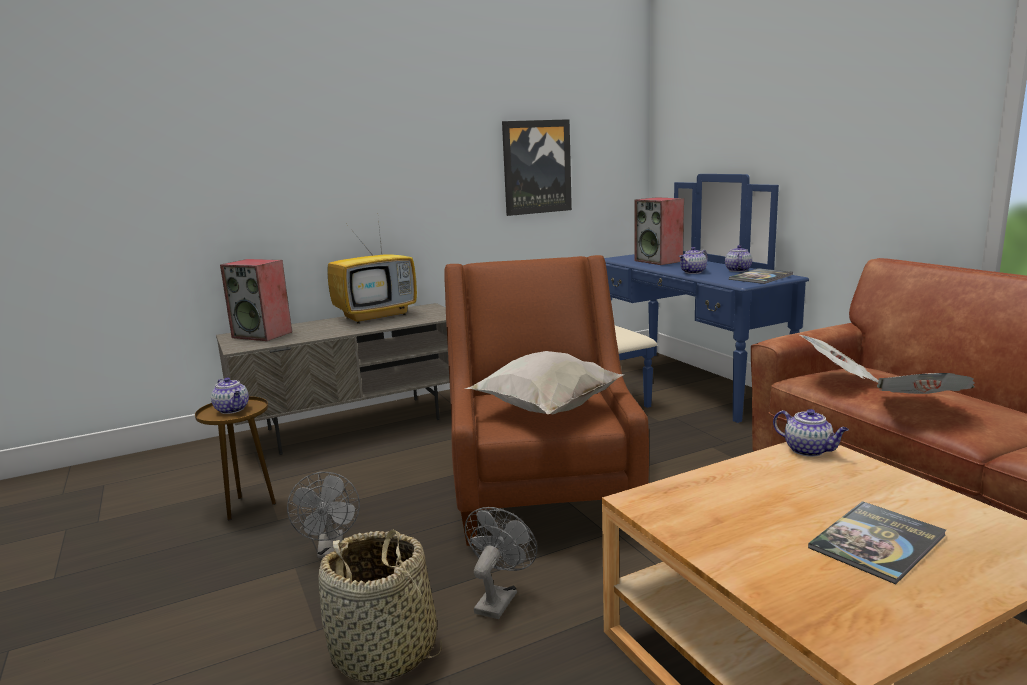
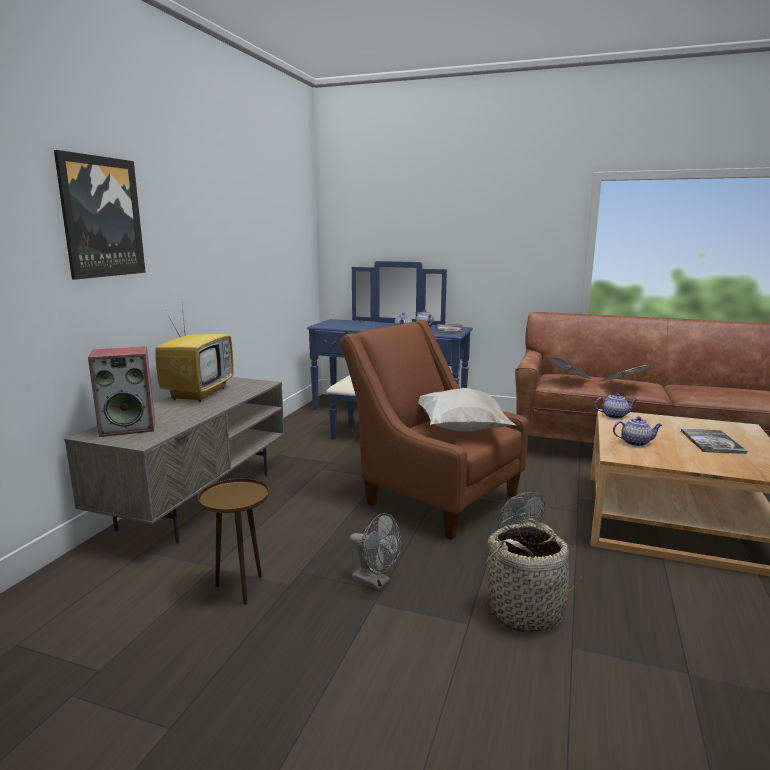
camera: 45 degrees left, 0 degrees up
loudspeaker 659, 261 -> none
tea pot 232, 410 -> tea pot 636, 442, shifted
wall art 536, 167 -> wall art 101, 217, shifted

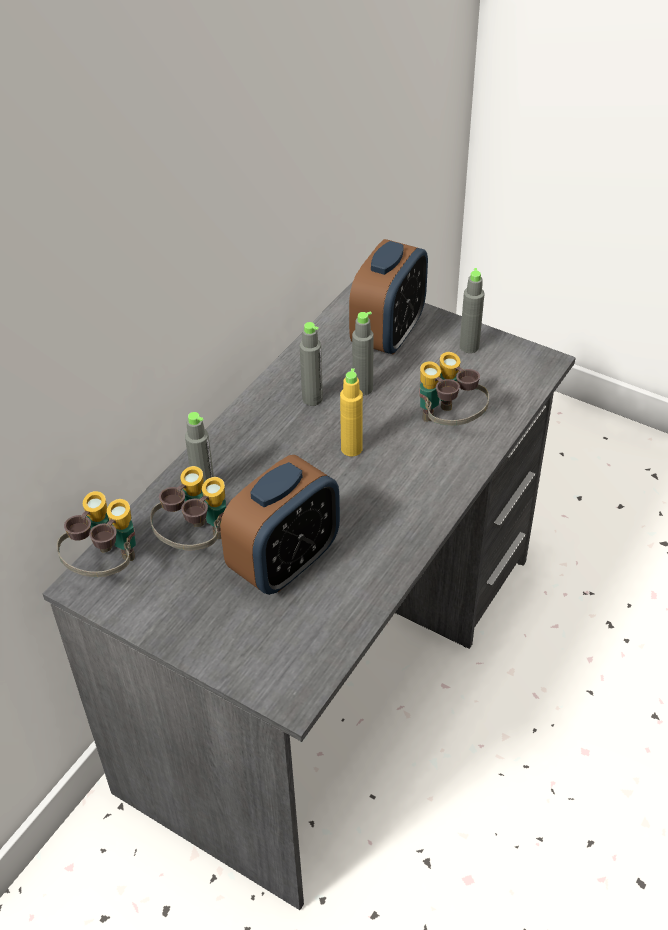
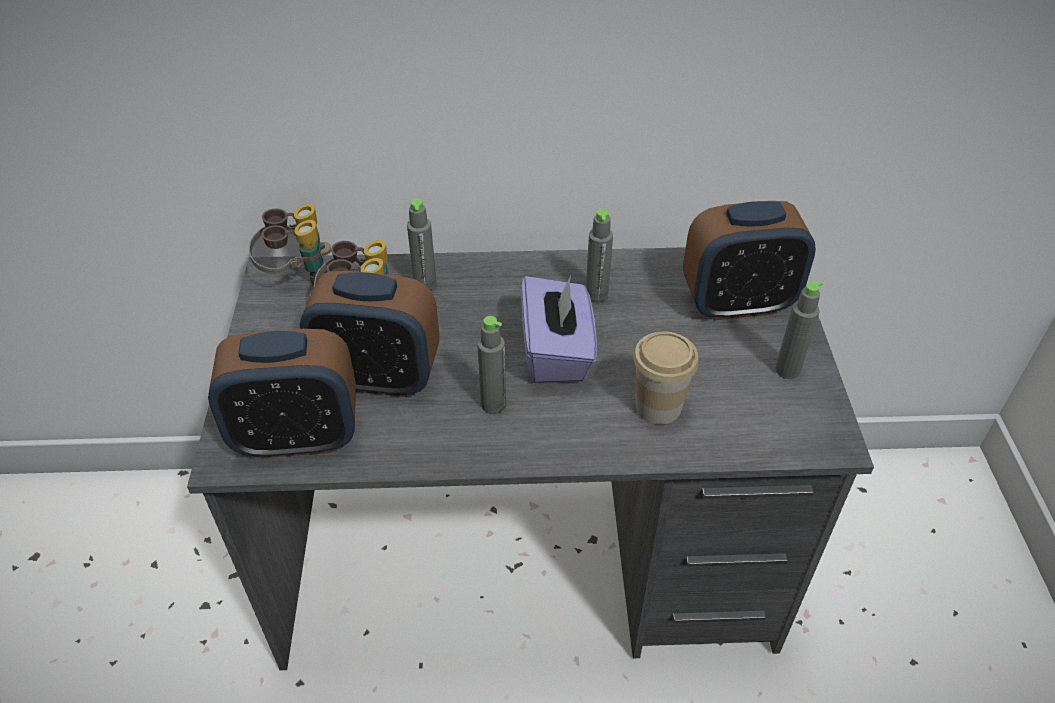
camera: 55 degrees right, 0 degrees up
none -> alarm clock 297, 437
gray drink bottle 362, 389 -> gray drink bottle 493, 404, shifted
yellow drink bottle 351, 449 -> purplish box of tissues 557, 352
pair of binoculars 448, 424 -> drinking cup 658, 406

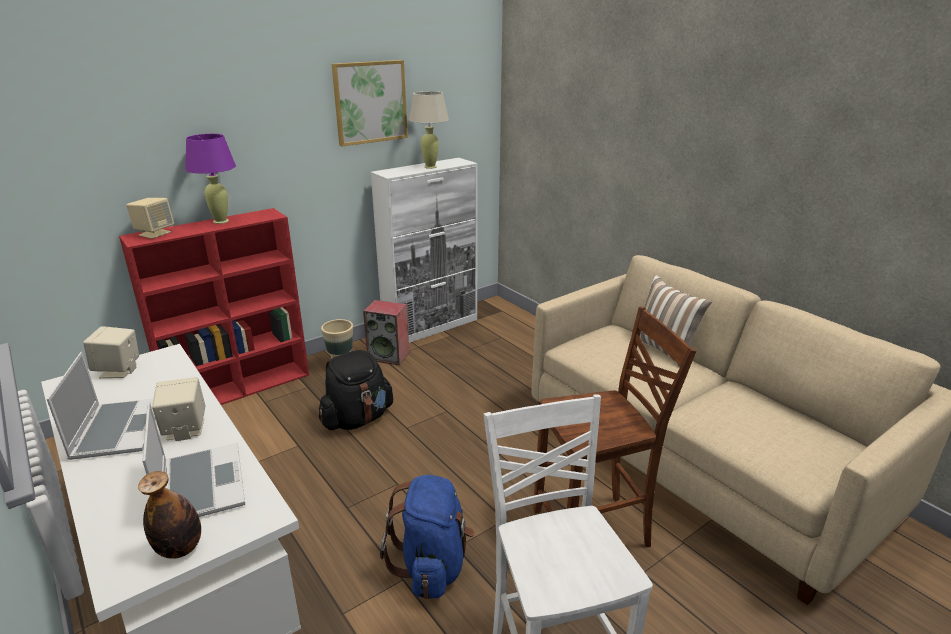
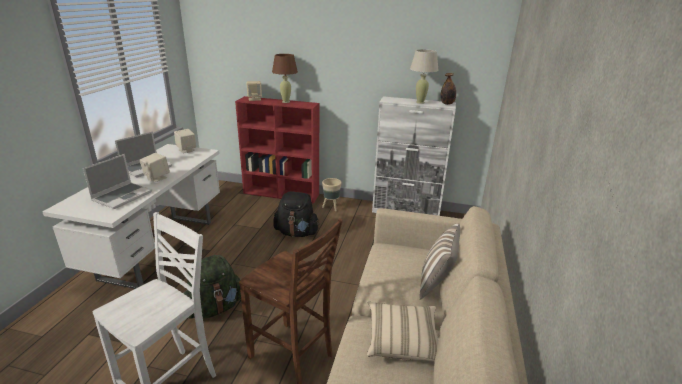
camera: 50 degrees right, 0 degrees up
wall art 370, 102 -> none
loudspeaker 389, 356 -> none
none -> sand-coloured cushion 402, 340
drink bottle 180, 548 -> drink bottle 447, 104, shifted
purplish table lamp 220, 221 -> brown-coloured table lamp 285, 102
blue-coloured rucksack 432, 565 -> greenish rucksack 215, 308

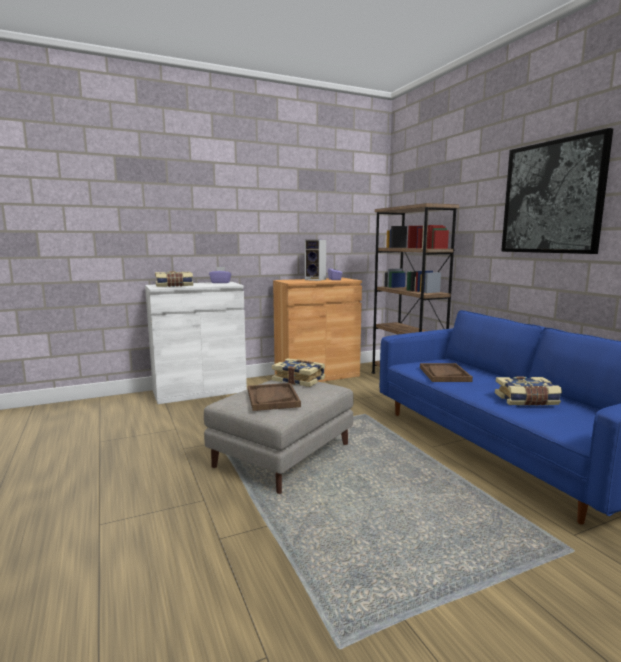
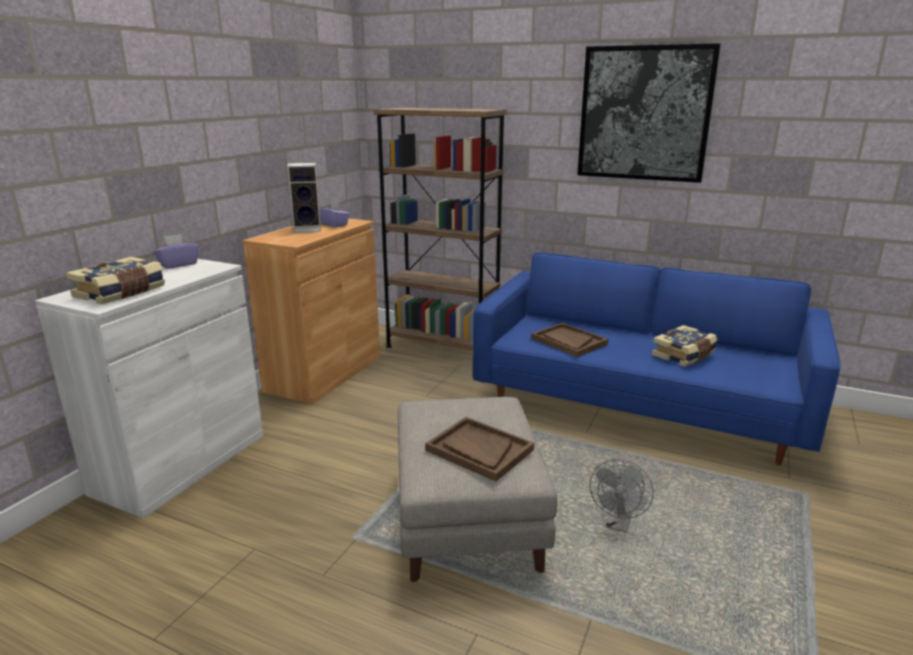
camera: 40 degrees left, 10 degrees up
book 299, 380 -> none
none -> gray cooling fan 618, 525

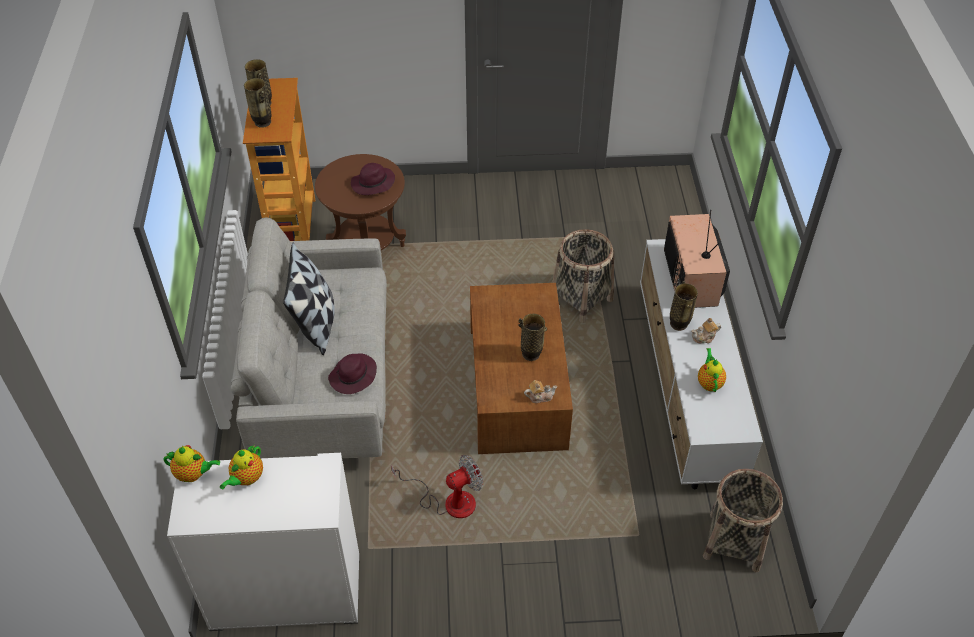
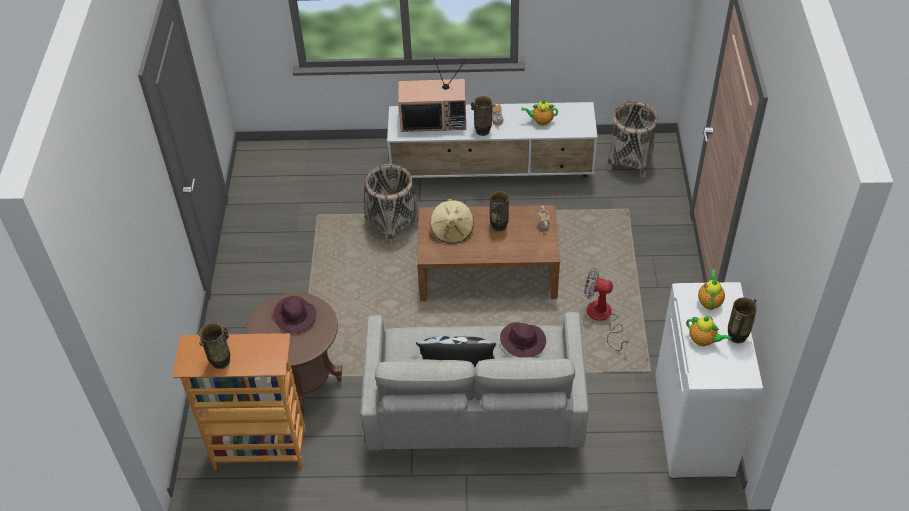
camera: 85 degrees left, 0 degrees up
none -> sand-coloured wearable hat 452, 231
tea pot 193, 474 -> tea pot 709, 301, shifted
decorative vase 262, 123 -> decorative vase 737, 336, shifted
cooling fan 449, 501 -> cooling fan 603, 318, 45 degrees counterclockwise

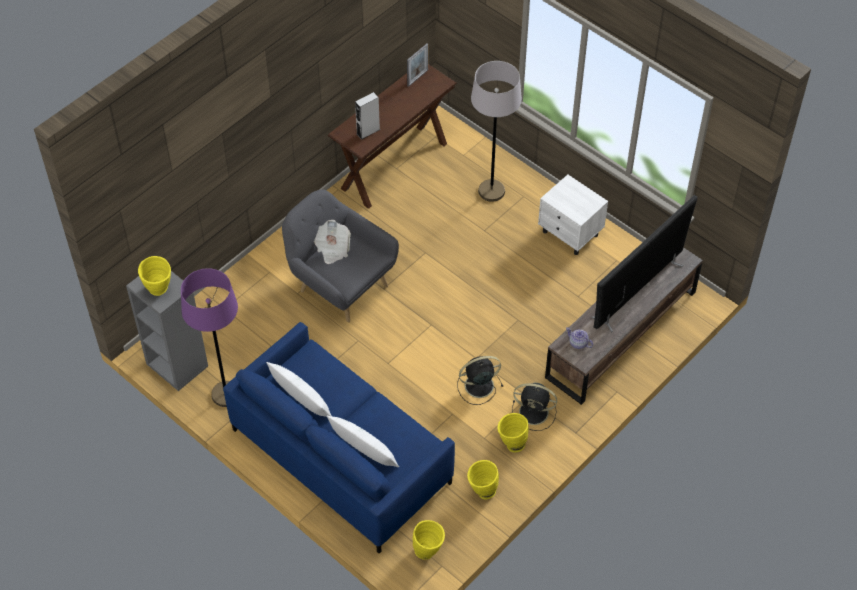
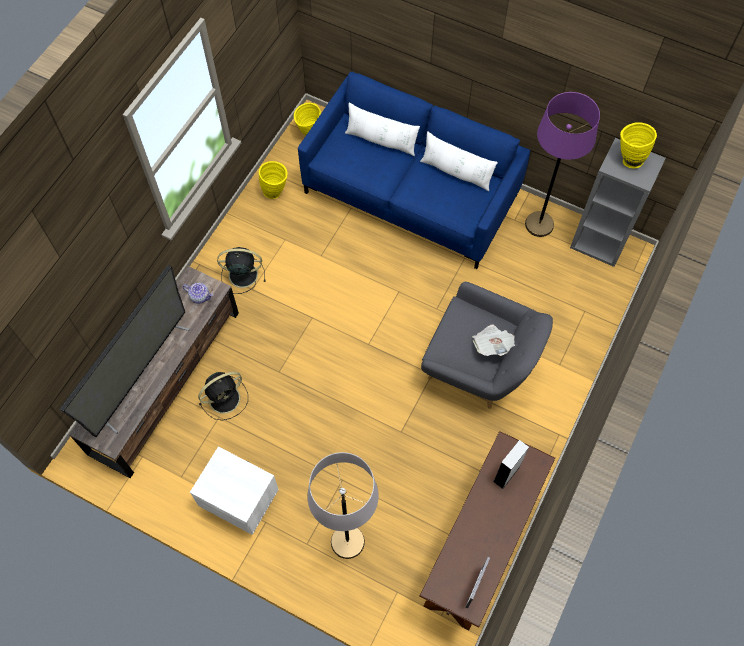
camera: 165 degrees right, 10 degrees up
yellow decorative vase 511, 444 -> none
black cooling fan 477, 386 -> black cooling fan 225, 398, shifted

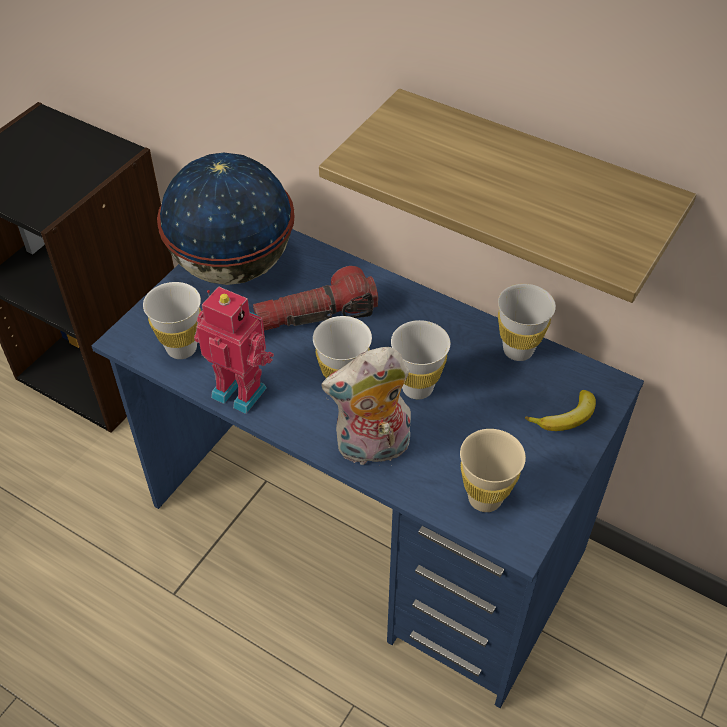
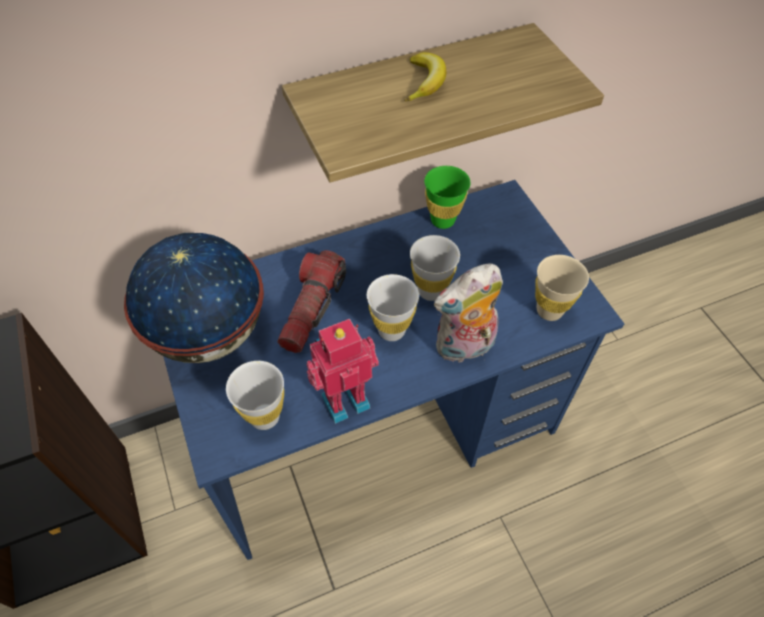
camera: 55 degrees left, 5 degrees up
banana 566, 418 -> banana 425, 82, shifted
whitish drinking cup 518, 350 -> greenish drinking cup 442, 220
cuddly toy 372, 449 -> cuddly toy 464, 348, 45 degrees clockwise

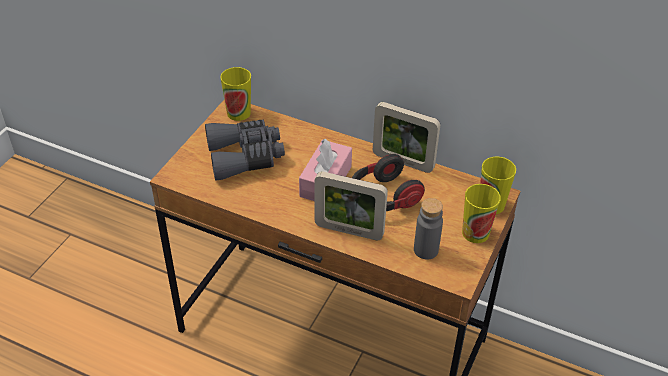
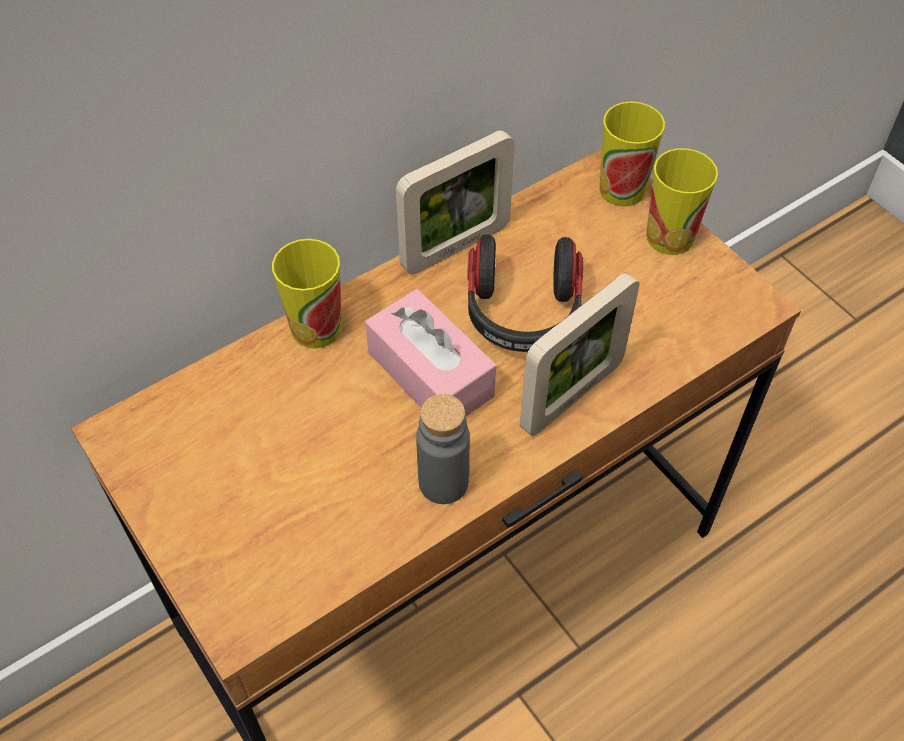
camera: 60 degrees left, 10 degrees up
gray pair of binoculars 245, 156 -> none
drinking cup 238, 113 -> drinking cup 316, 328, shifted
gray drink bottle 426, 250 -> gray drink bottle 443, 482, shifted

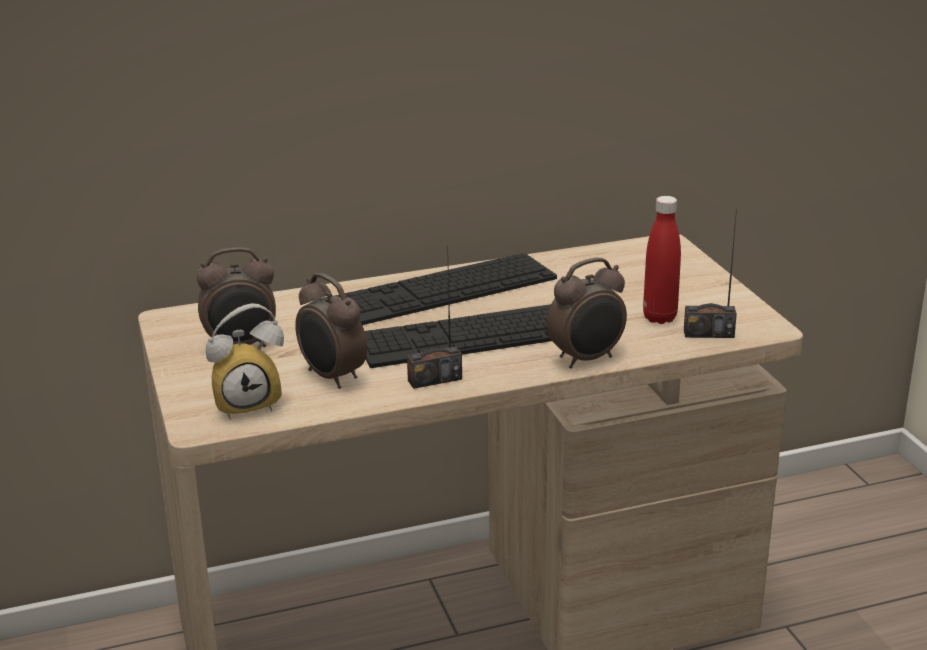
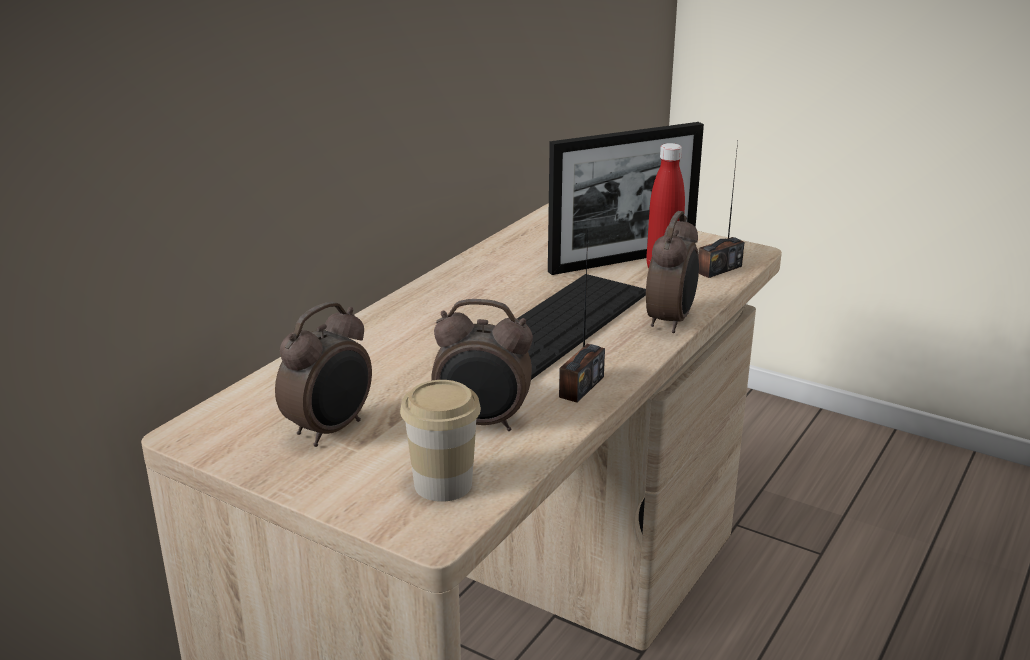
camera: 40 degrees left, 0 degrees up
computer keyboard 442, 290 -> none
none -> picture frame 622, 260
alarm clock 248, 403 -> drinking cup 443, 484

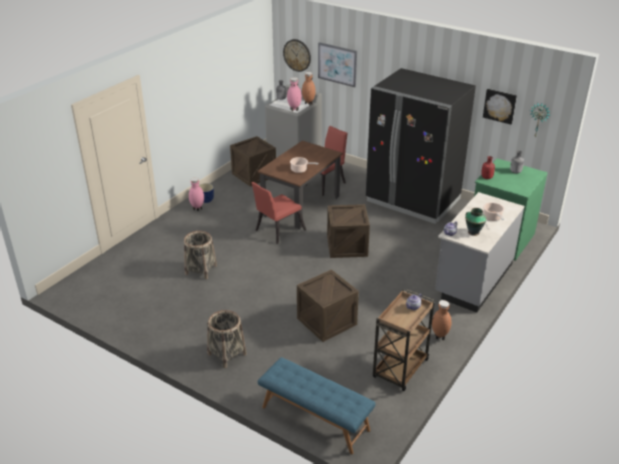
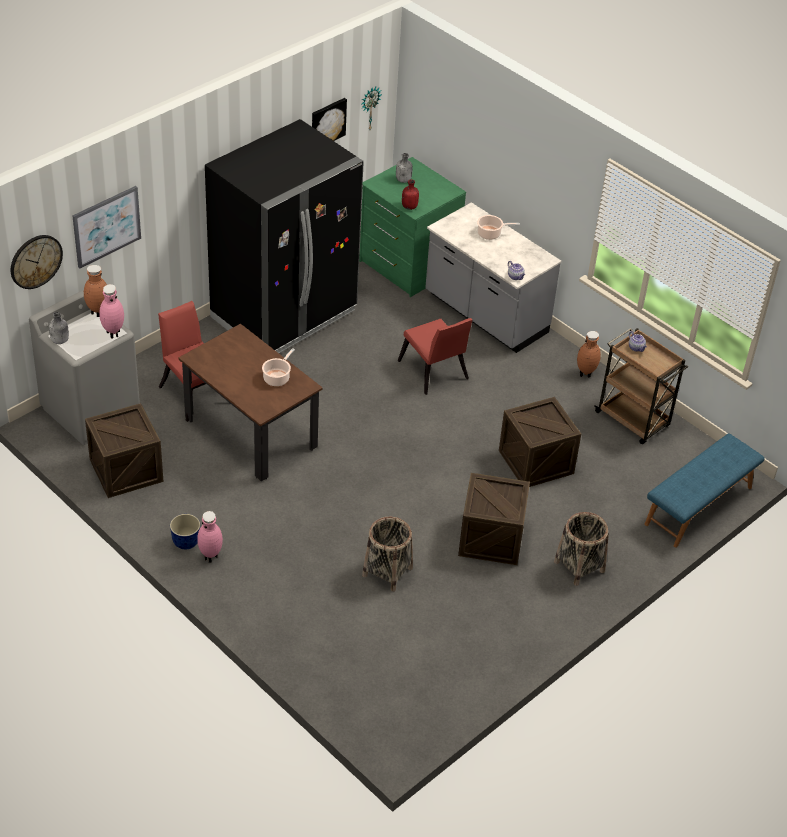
camera: 80 degrees left, 10 degrees up
decorative vase 473, 232 -> none
red-coloured upright chair 277, 231 -> red-coloured upright chair 434, 373, shifted
crate 347, 246 -> crate 491, 538, shifted

